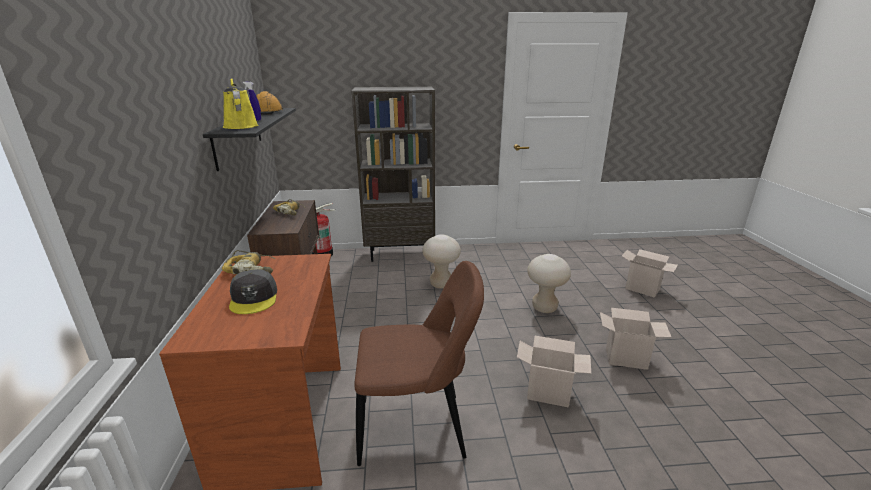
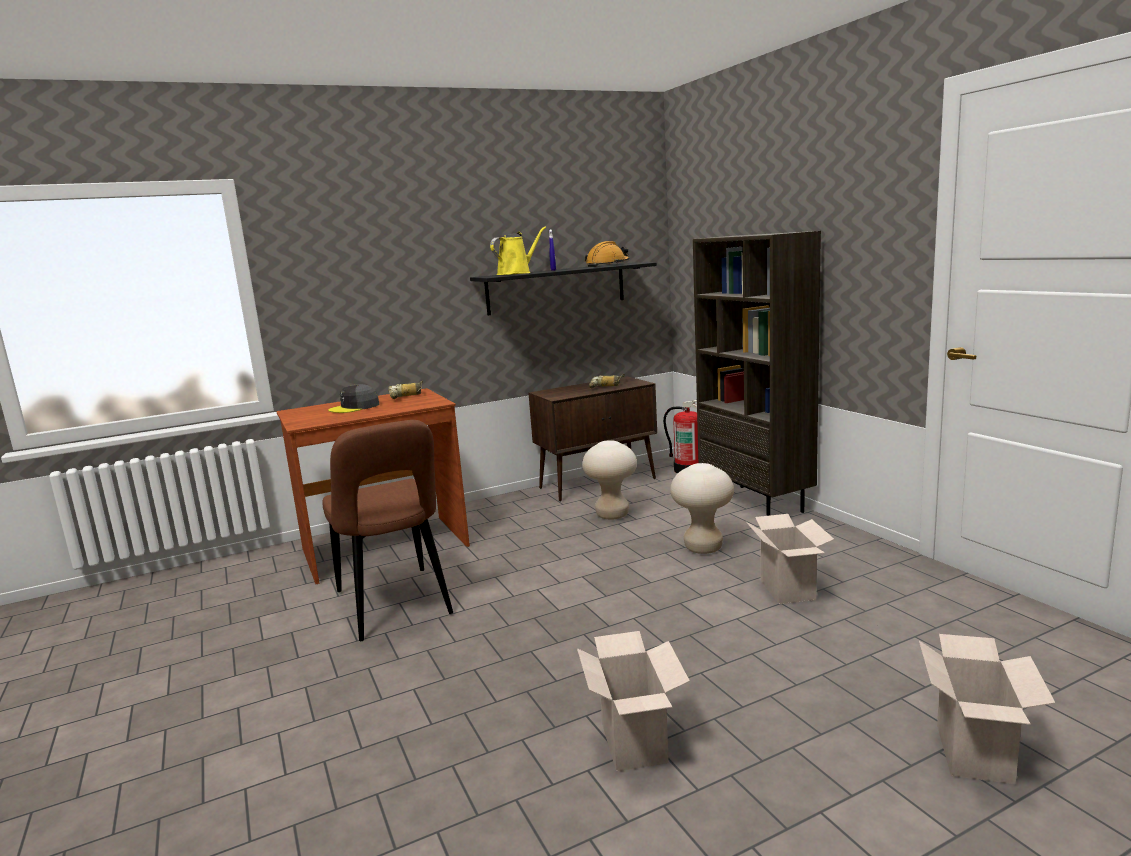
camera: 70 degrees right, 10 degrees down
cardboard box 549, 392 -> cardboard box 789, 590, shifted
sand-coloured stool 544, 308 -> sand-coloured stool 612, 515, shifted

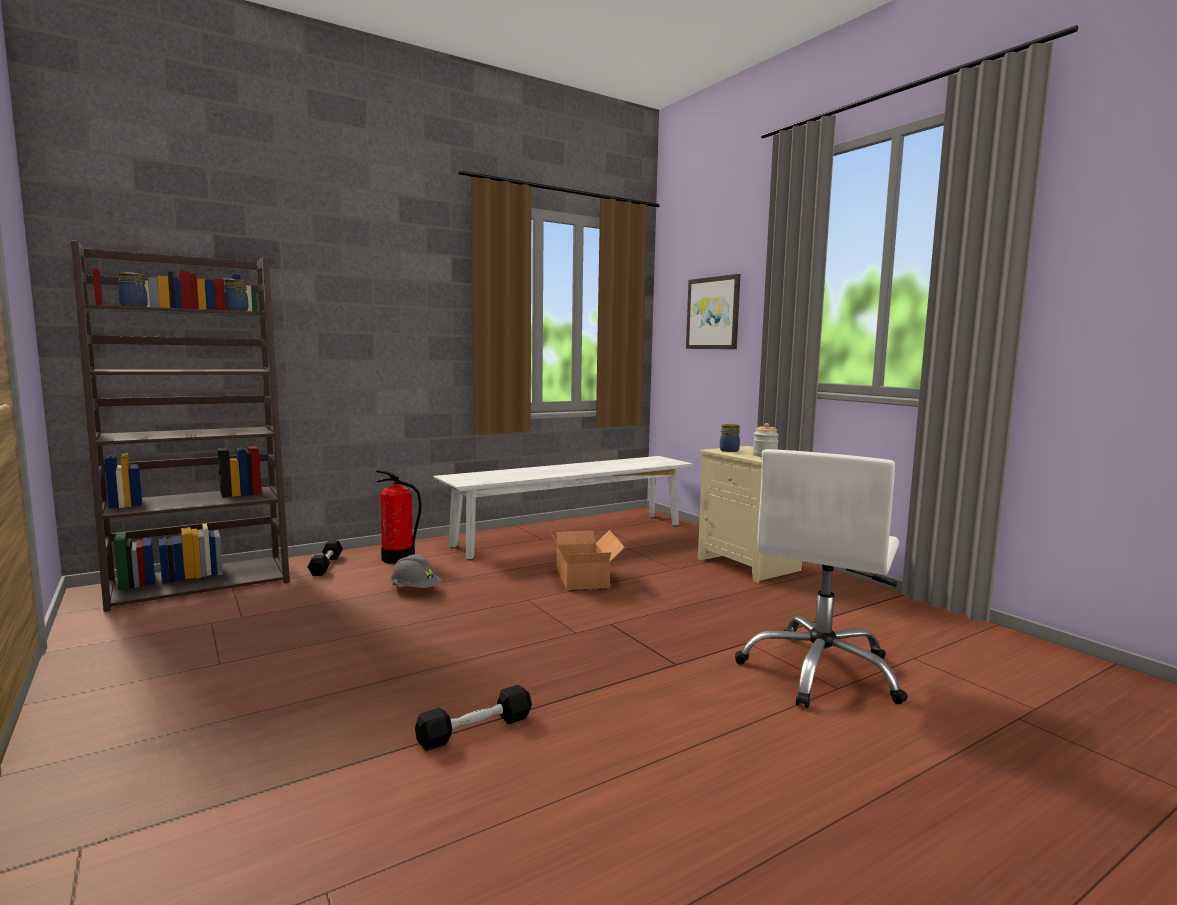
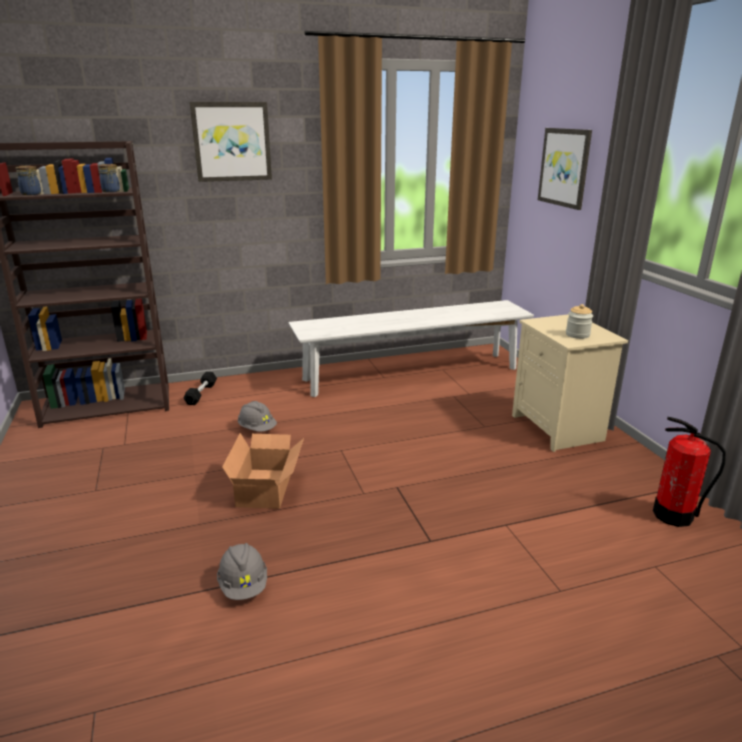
camera: 15 degrees right, 15 degrees up
preserve jar 729, 450 -> none
whitish desk chair 821, 671 -> none
none -> wall art 232, 142
fire-fighting cylinder 398, 559 -> fire-fighting cylinder 673, 515, shifted
cardboard box 584, 577 -> cardboard box 268, 487, shifted
black free weight 475, 730 -> gray hard hat 243, 585

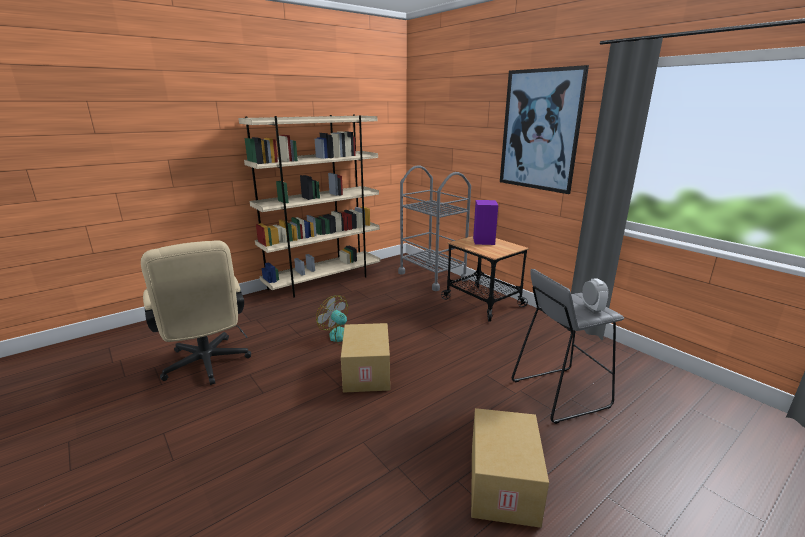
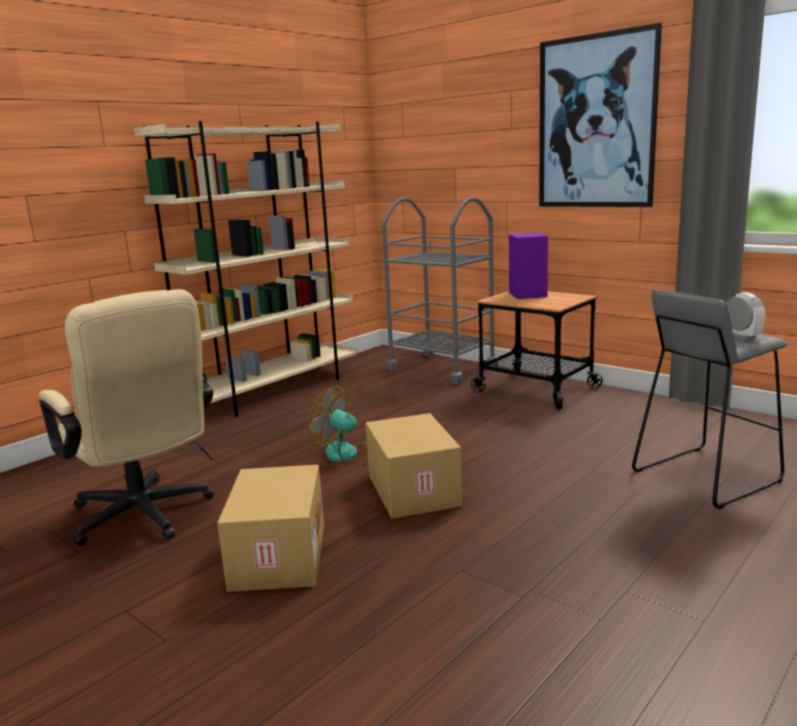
camera: 10 degrees left, 5 degrees down
cardboard box 501, 483 -> cardboard box 277, 555, shifted

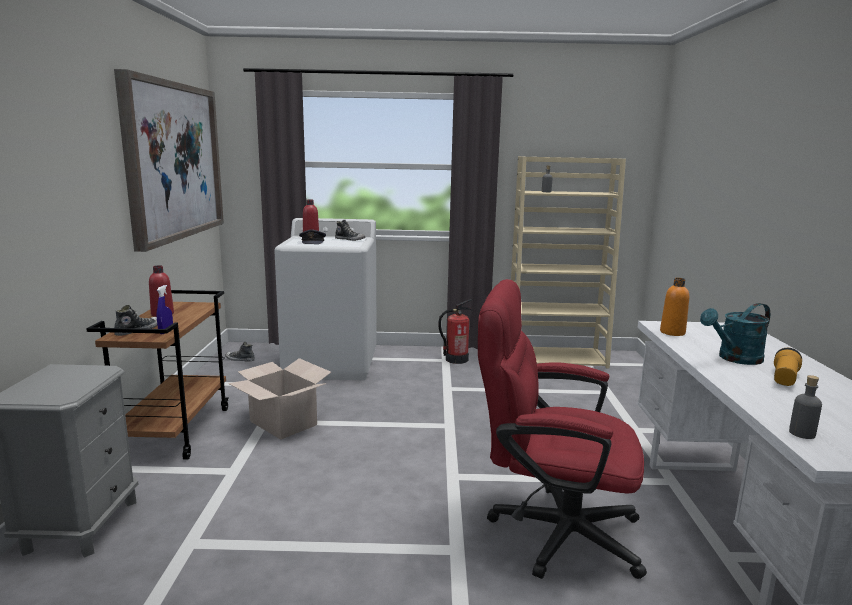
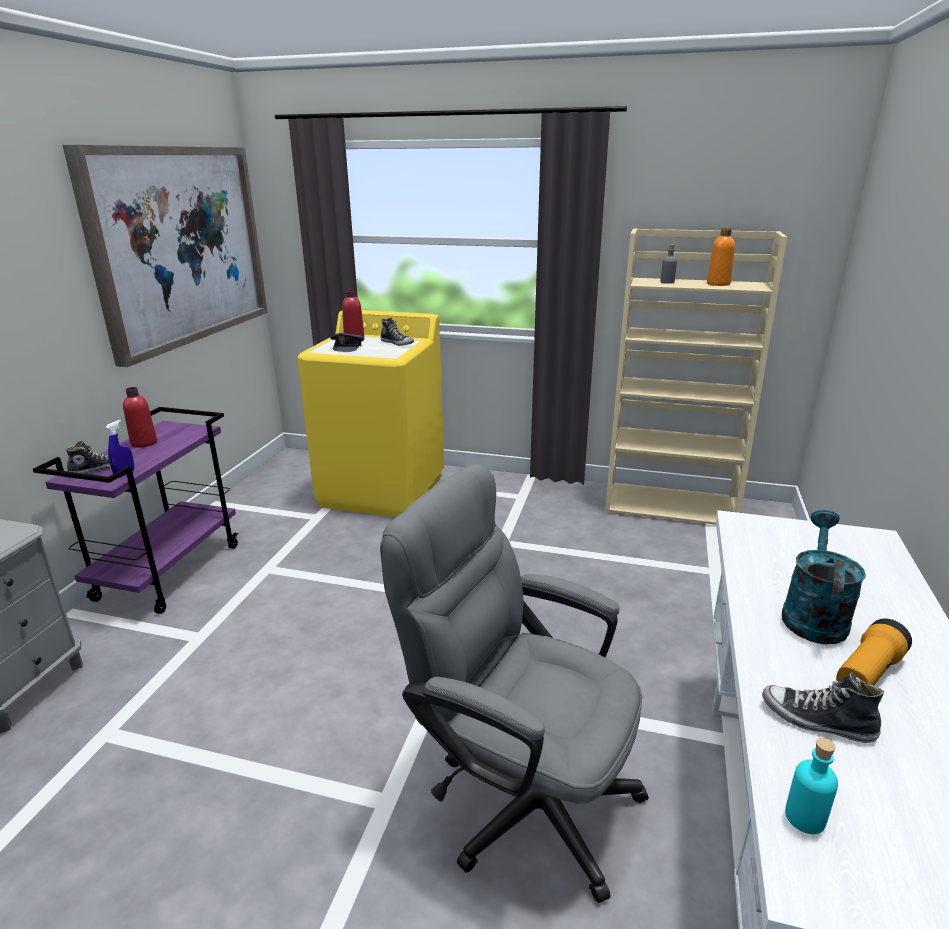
camera: 15 degrees right, 10 degrees up
cardboard box 284, 423 -> none
fire-fighting cylinder 456, 359 -> none
low shoe 239, 359 -> low shoe 817, 721, shifted
orange drink bottle 672, 332 -> orange drink bottle 718, 284, shifted
brown-coloured cart 175, 431 -> purplish cart 169, 571
whitish laundry appliance 332, 364 -> yellow laundry appliance 383, 490
red-coloured desk chair 550, 530 -> gray desk chair 520, 794
gray drink bottle 802, 433 -> turquoise-coloured drink bottle 804, 817
turquoise-coloured watering can 734, 359 -> turquoise-coloured watering can 813, 614, 120 degrees clockwise

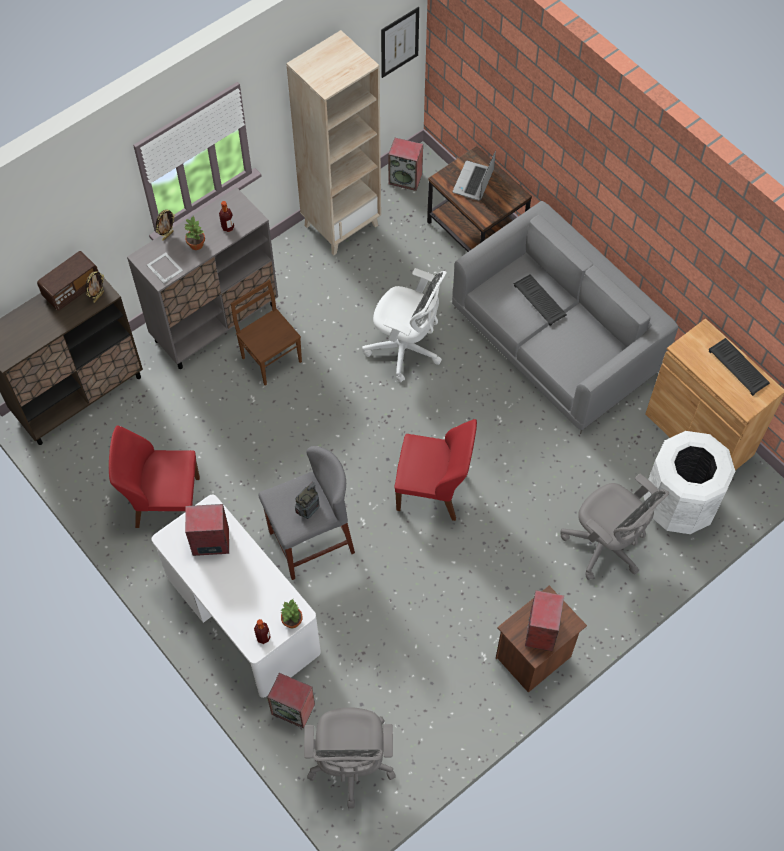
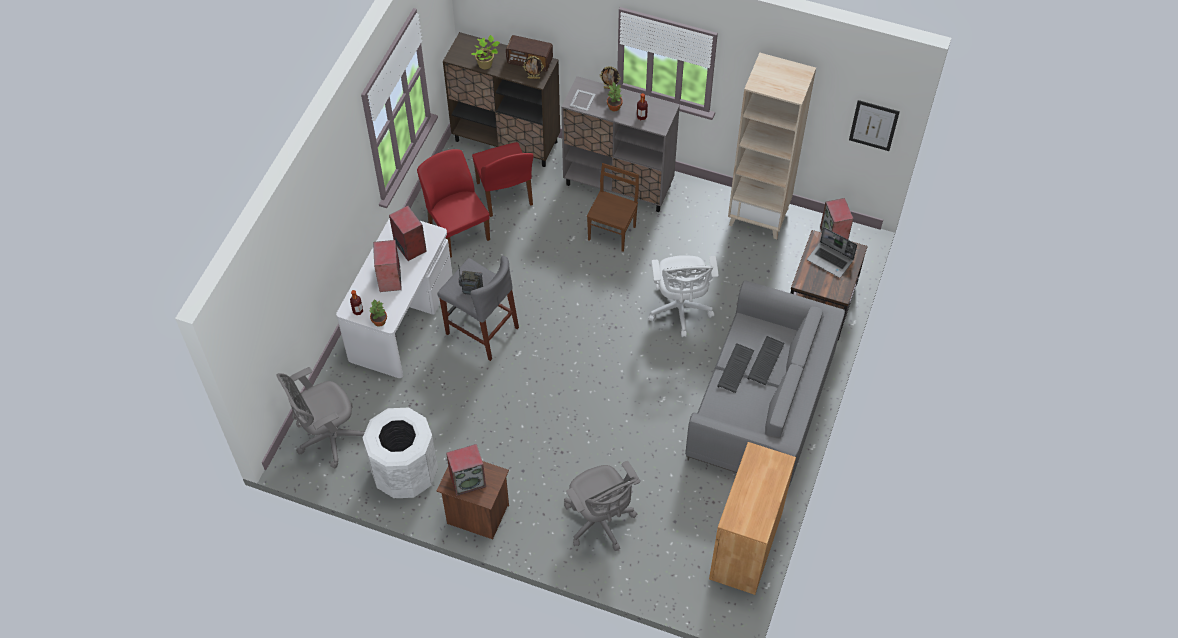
camera: 60 degrees right, 5 degrees down
none -> plant in a pot 486, 64
loudspeaker 294, 709 -> loudspeaker 390, 279, shifted
red-coloured upright chair 433, 491 -> red-coloured upright chair 505, 195, shifted
whitish rubbish bin 678, 505 -> whitish rubbish bin 405, 474, shifted
computer keyboard 739, 367 -> computer keyboard 736, 369, shifted
portable computer 473, 182 -> portable computer 830, 260, 135 degrees counterclockwise
gray desk chair 606, 546 -> gray desk chair 600, 522, 45 degrees counterclockwise

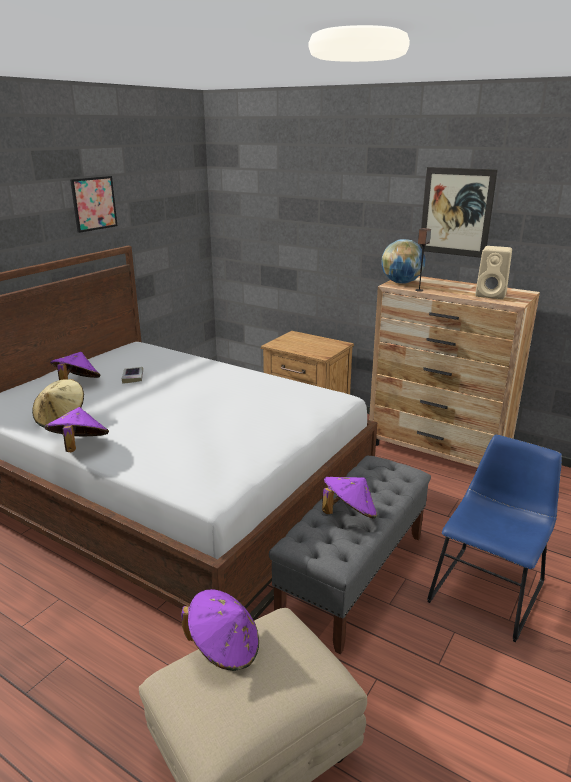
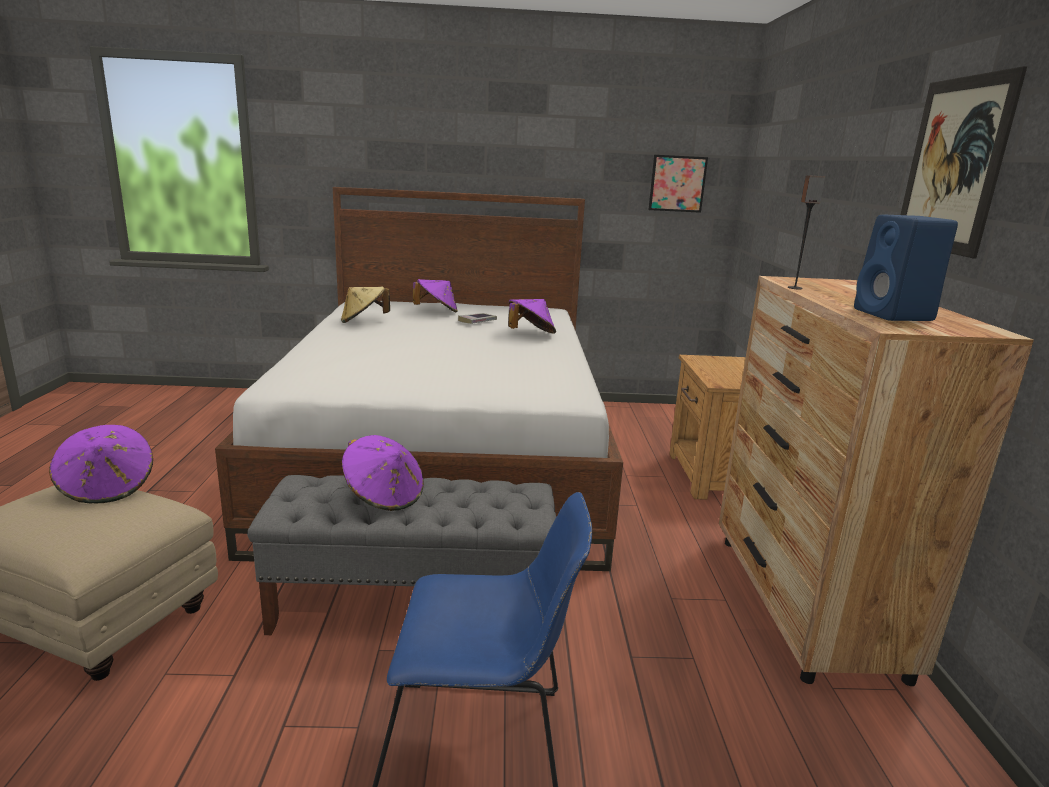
camera: 55 degrees right, 5 degrees down
world globe 401, 283 -> none
purplish wearable hat 79, 447 -> purplish wearable hat 531, 334, shifted
wall art 94, 203 -> wall art 677, 183, shifted
sand-coloured loudspeaker 492, 295 -> blue-coloured loudspeaker 895, 315

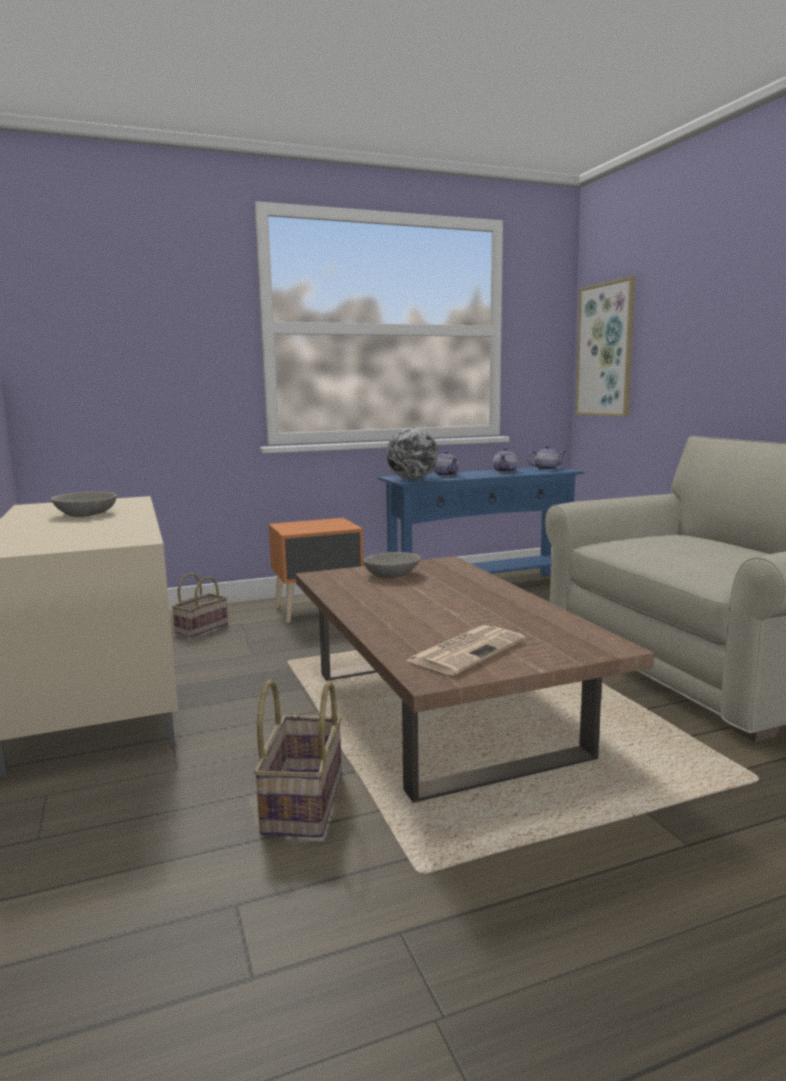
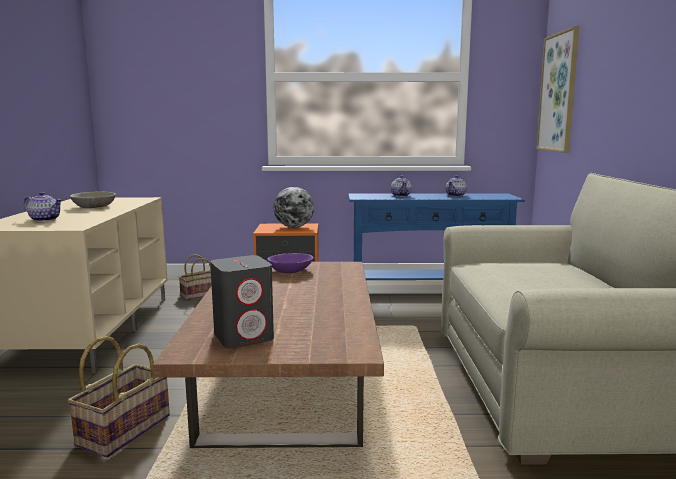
camera: 20 degrees right, 0 degrees up
world globe 412, 479 -> world globe 294, 227, shifted
tea pot 546, 469 -> tea pot 45, 219, shifted
newspaper 467, 650 -> gray loudspeaker 244, 336
gray serving bowl 392, 574 -> purplish serving bowl 290, 271

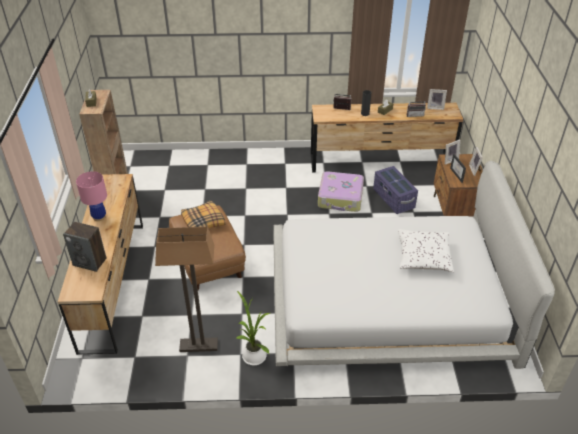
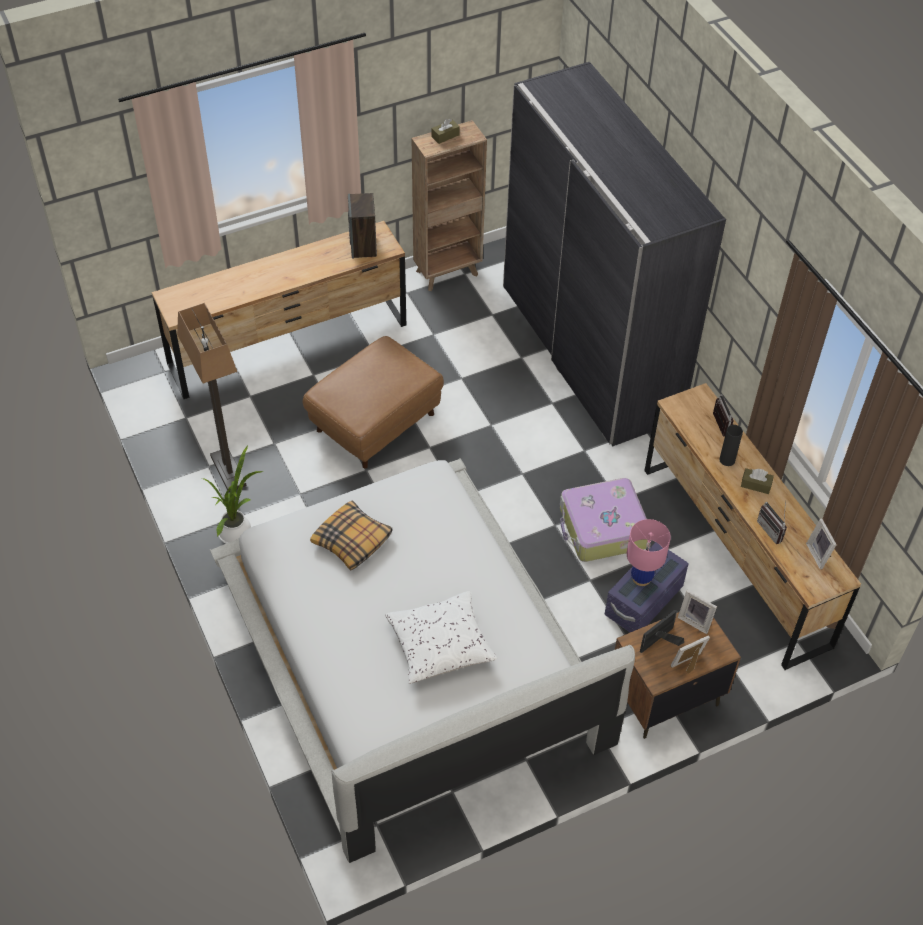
camera: 65 degrees right, 10 degrees up
none -> gray armoire 589, 352
loudspeaker 90, 262 -> loudspeaker 363, 246, shifted
pink-coloured table lamp 99, 217 -> pink-coloured table lamp 641, 578, shifted
cushion 203, 221 -> cushion 352, 541, shifted

